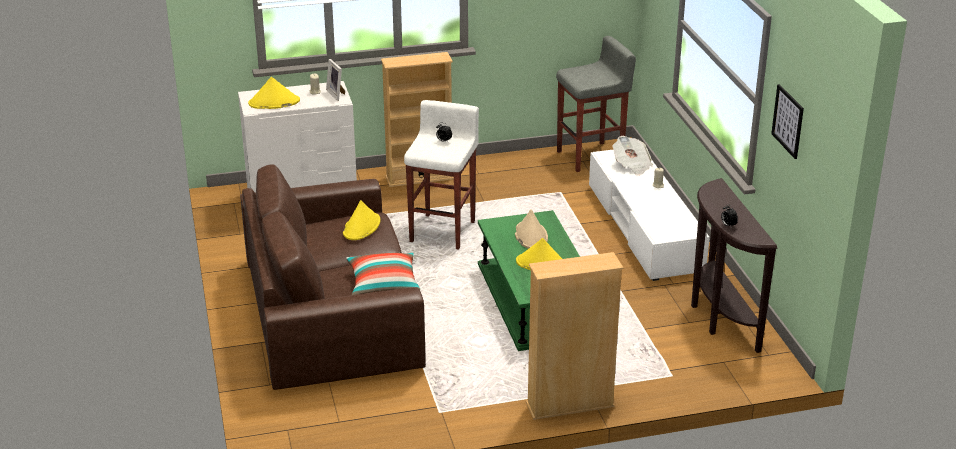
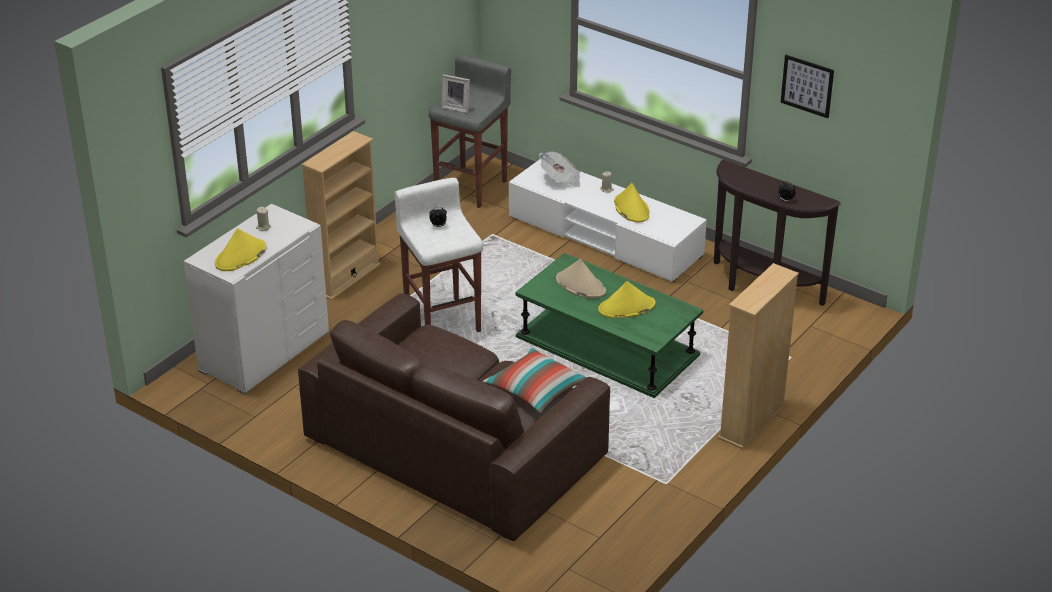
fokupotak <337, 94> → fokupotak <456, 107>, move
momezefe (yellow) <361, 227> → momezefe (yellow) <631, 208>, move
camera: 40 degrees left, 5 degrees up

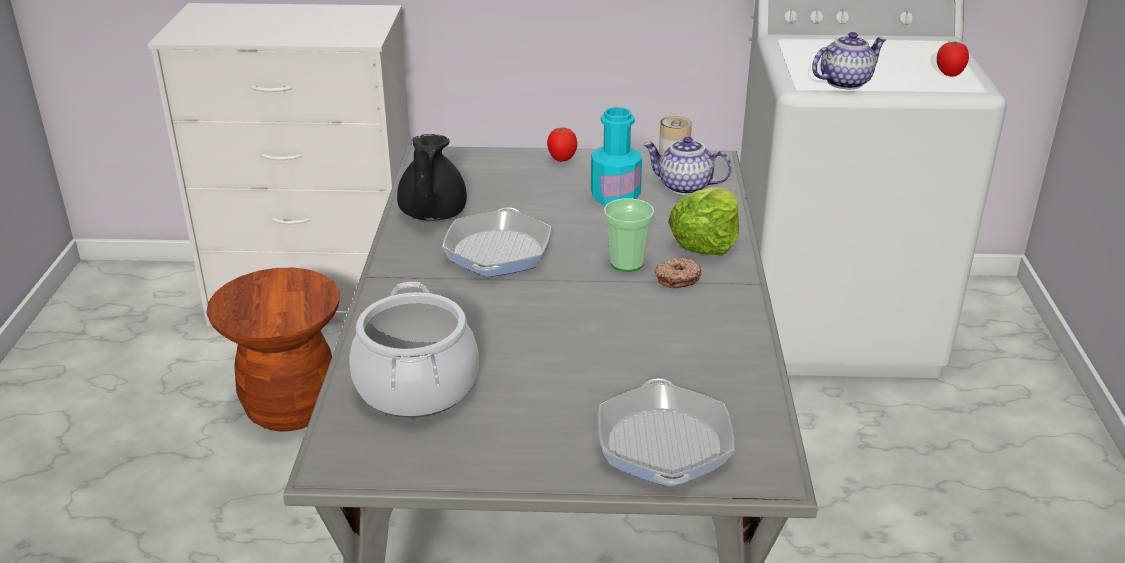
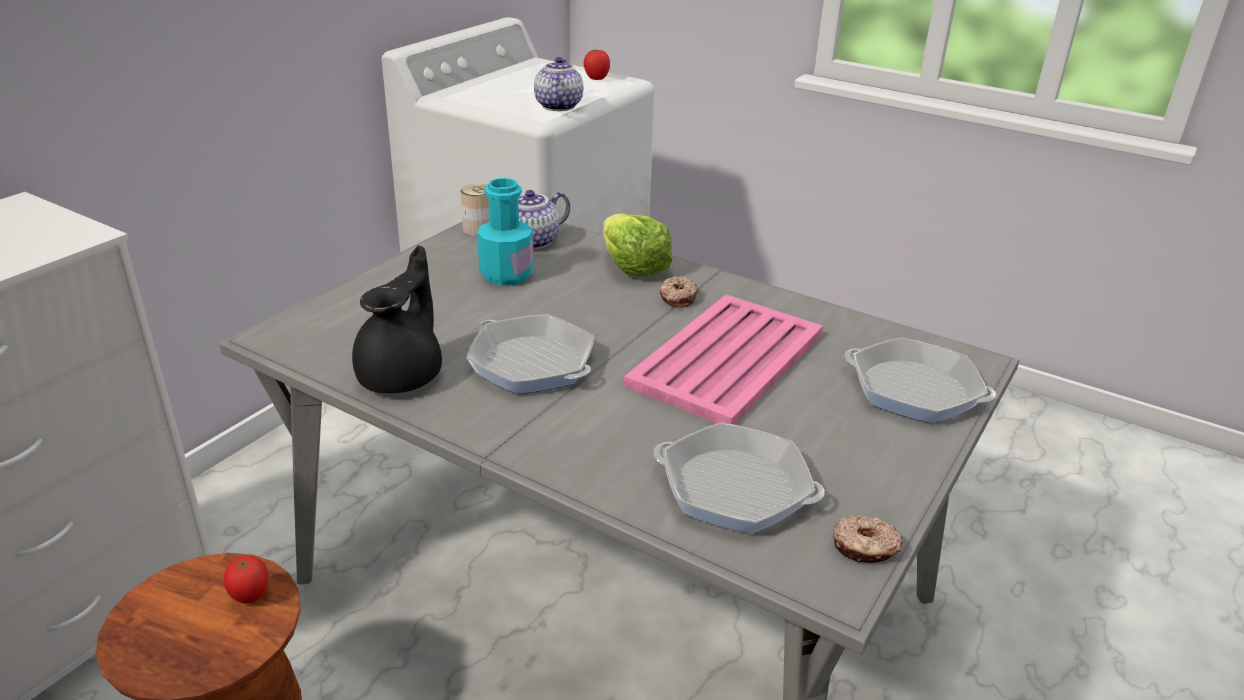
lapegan <561, 160> → lapegan <250, 597>, move
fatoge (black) <431, 213> → fatoge (black) <403, 375>, 105 degrees counterclockwise
- → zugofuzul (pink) <725, 360>
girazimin <417, 386> → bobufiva <735, 488>
- → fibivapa <864, 547>
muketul <627, 263> → -
camera: 60 degrees left, 0 degrees up

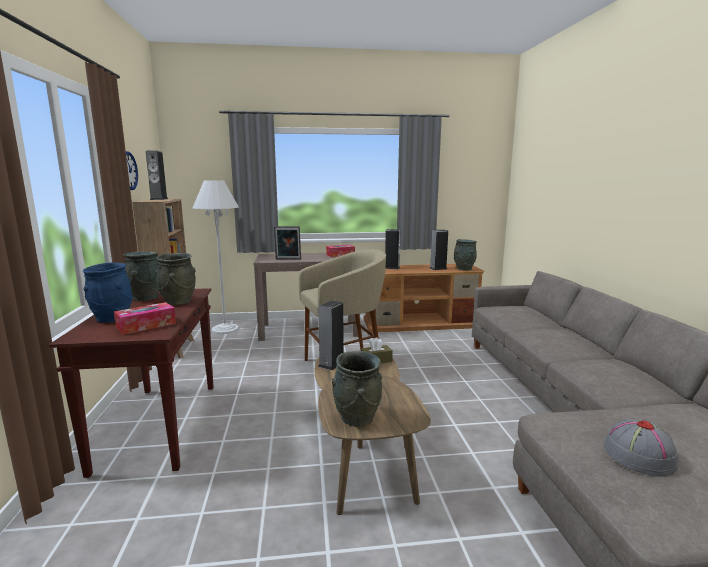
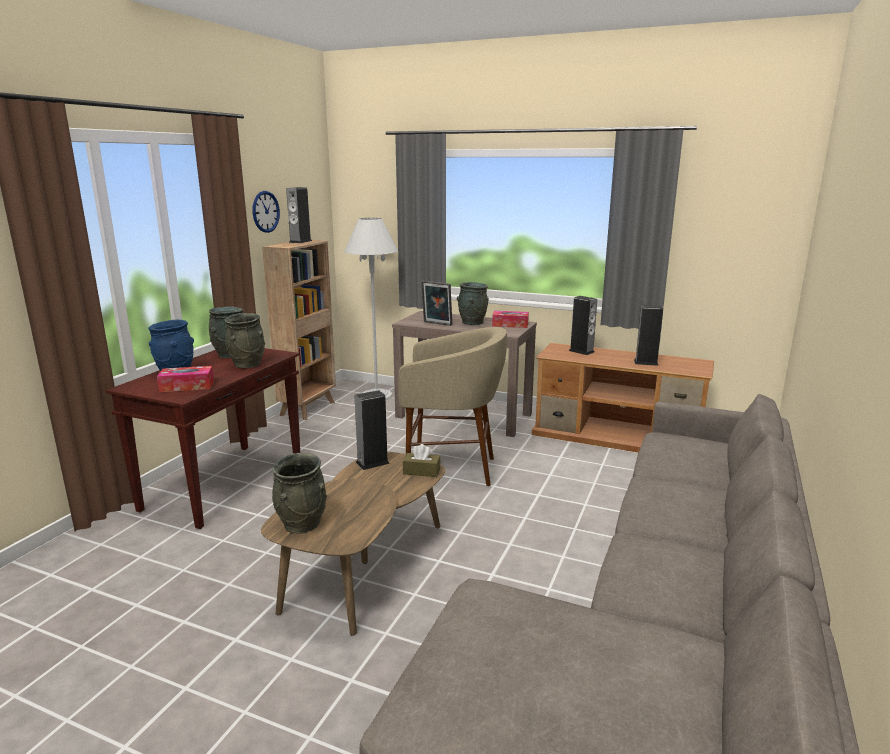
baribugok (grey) <464, 268> → baribugok (grey) <472, 323>, move
momezefe (grey) <638, 455> → -
camera: 30 degrees right, 5 degrees up

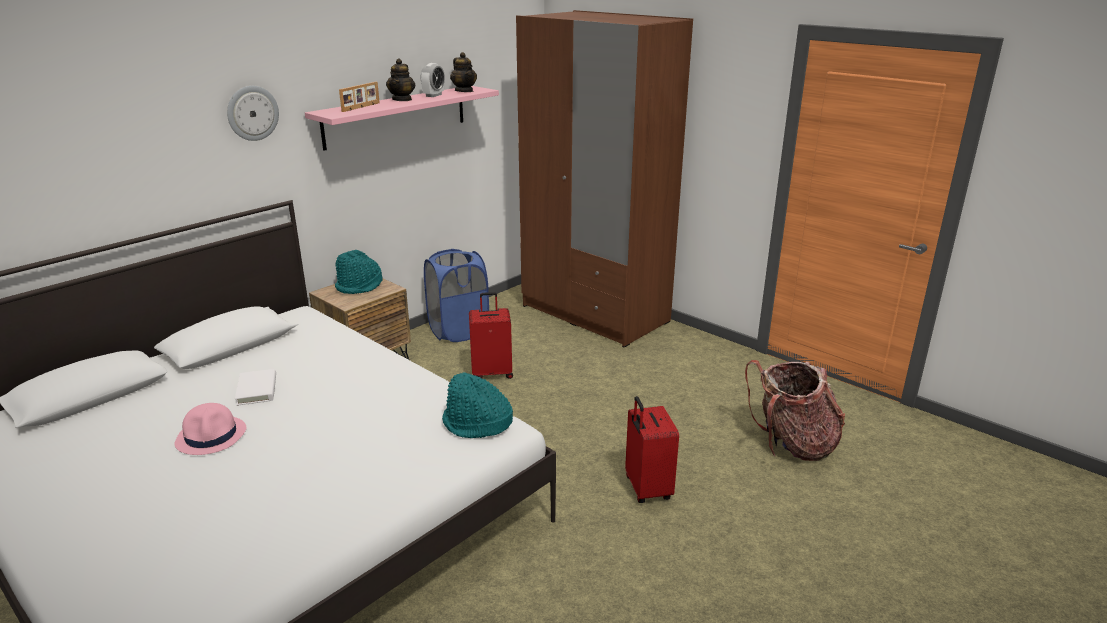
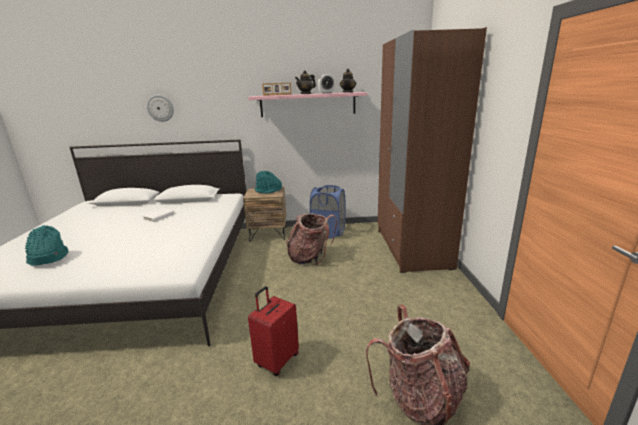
momezefe (turquoise) <477, 424> → momezefe (turquoise) <48, 258>, move
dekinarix <252, 113> → dekinarix <160, 108>, move
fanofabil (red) <492, 373> → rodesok <310, 257>
momezefe (pink) <212, 436> → -
camera: 45 degrees right, 5 degrees down

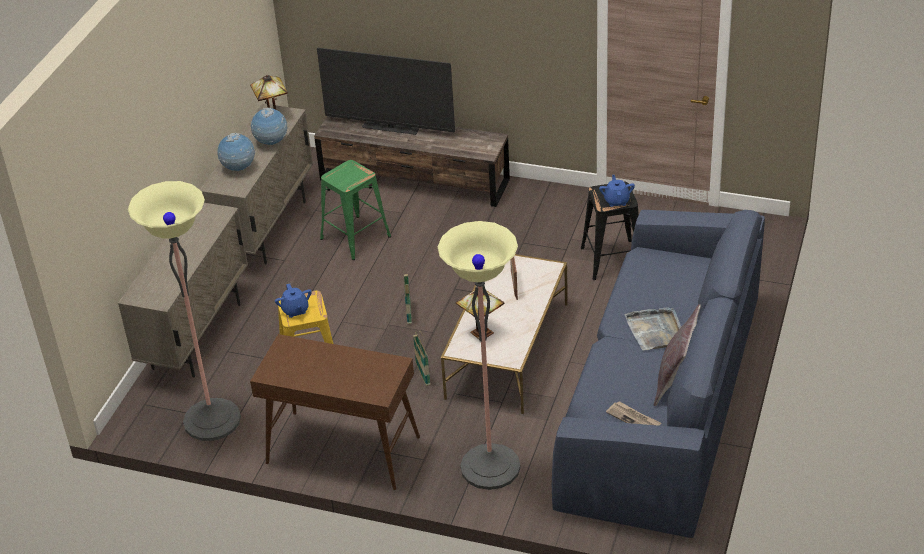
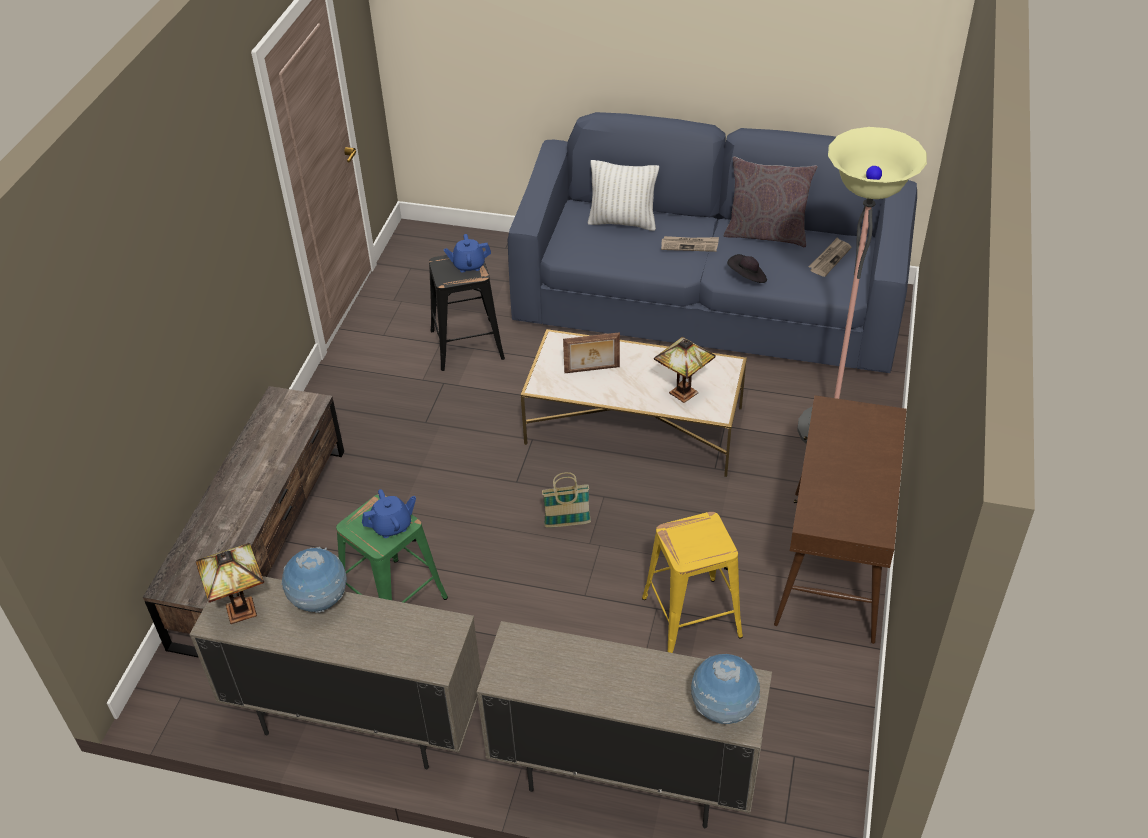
fatoge (blue) <295, 310> → fatoge (blue) <392, 526>, move
- → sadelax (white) <622, 222>
zugofuzul (grey) <656, 331> → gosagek <690, 245>
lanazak <238, 169> → lanazak <723, 709>, move
- → momezefe (black) <747, 278>
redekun <212, 420> → -
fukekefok <390, 128> → -
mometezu <423, 375> → -
camera: 95 degrees left, 5 degrees up

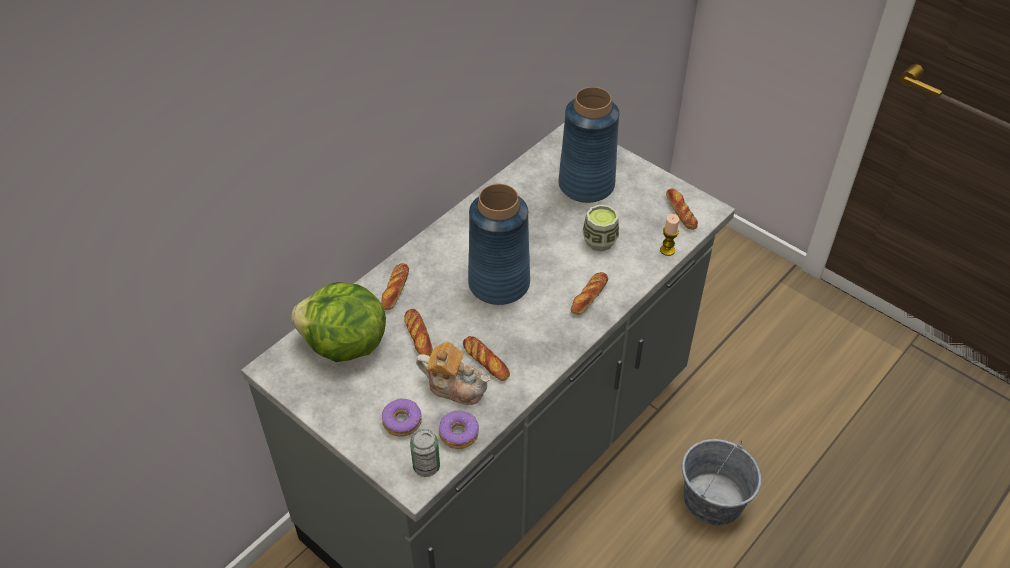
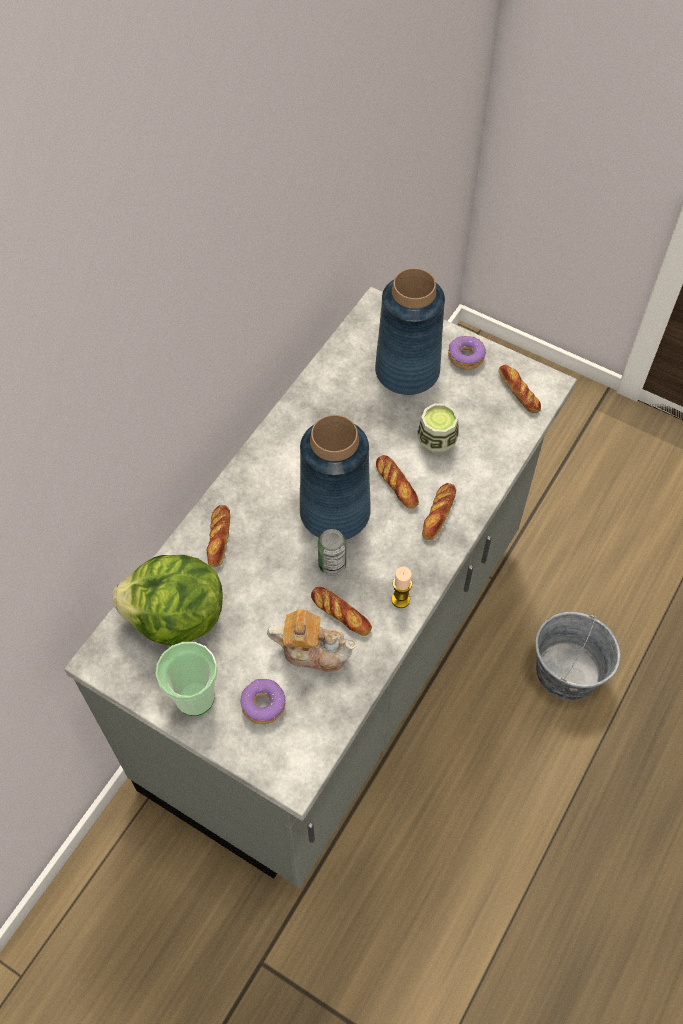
- → muketul <195, 697>
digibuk <426, 466> → digibuk <332, 565>, move
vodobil <419, 336> → vodobil <396, 484>, move
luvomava <667, 250> → luvomava <400, 599>, move
fibivapa <458, 433> → fibivapa <465, 357>, move
camera: 10 degrees left, 10 degrees up

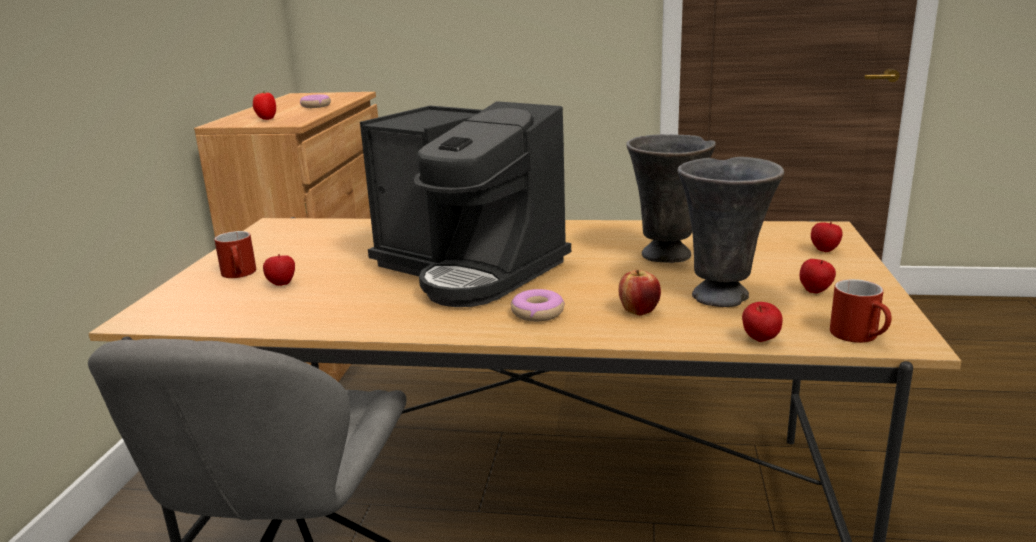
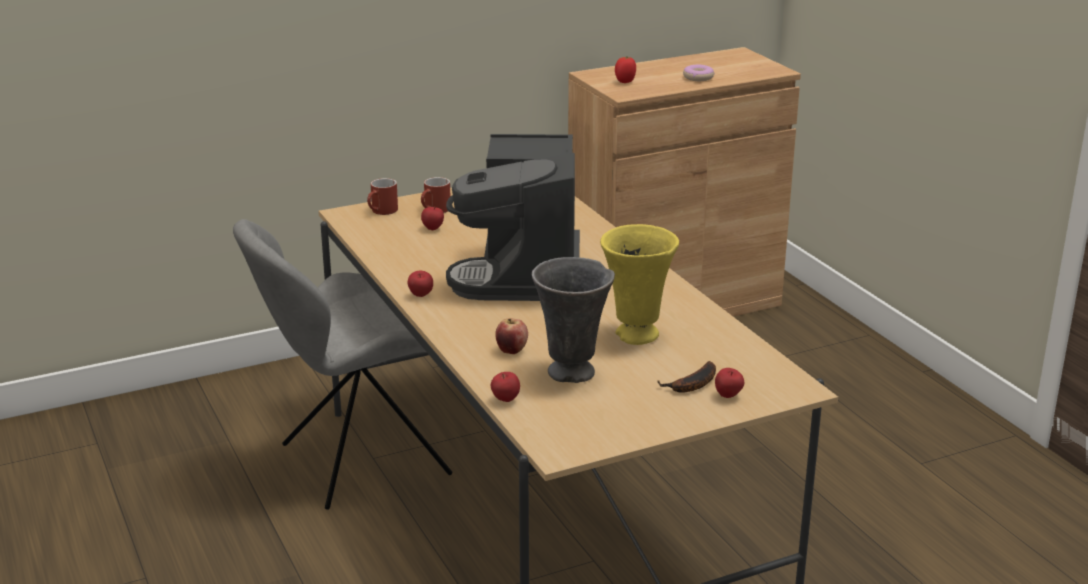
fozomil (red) <861, 336> → fozomil (red) <382, 212>, move
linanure <815, 292> → linanure <421, 296>, move
baribugok (grey) <667, 256> → baribugok (yellow) <636, 336>
- → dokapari <692, 385>
fibivapa <538, 313> → -
camera: 55 degrees right, 5 degrees up

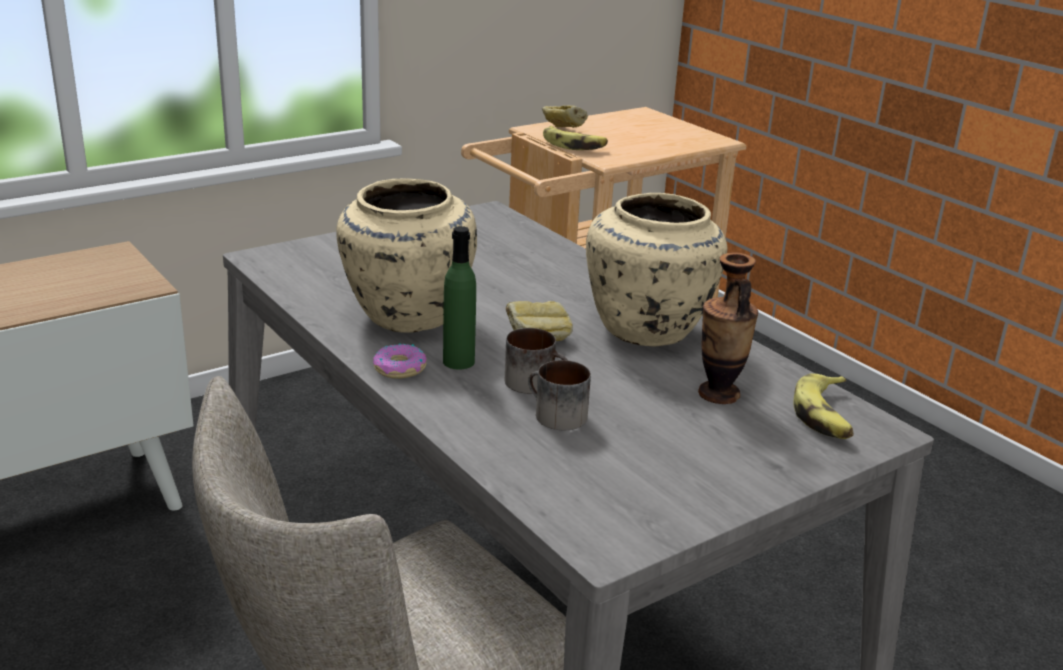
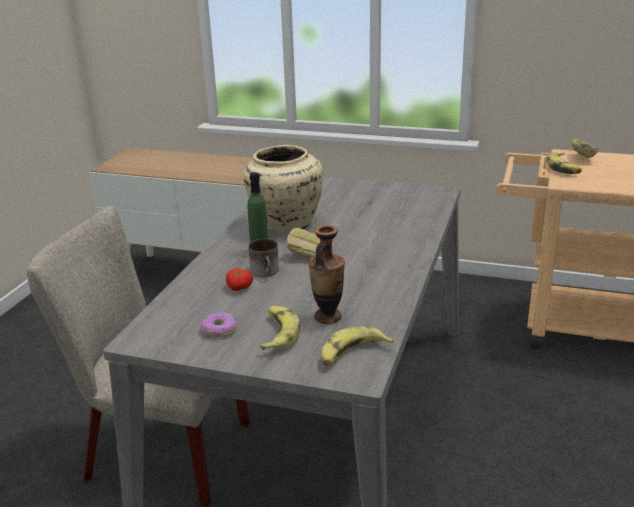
fibivapa <399, 369> → fibivapa <219, 329>, move
fozomil <554, 415> → lapegan <240, 287>
- → dokapari <278, 334>
baribugok (beige) <649, 331> → -
camera: 55 degrees right, 0 degrees up

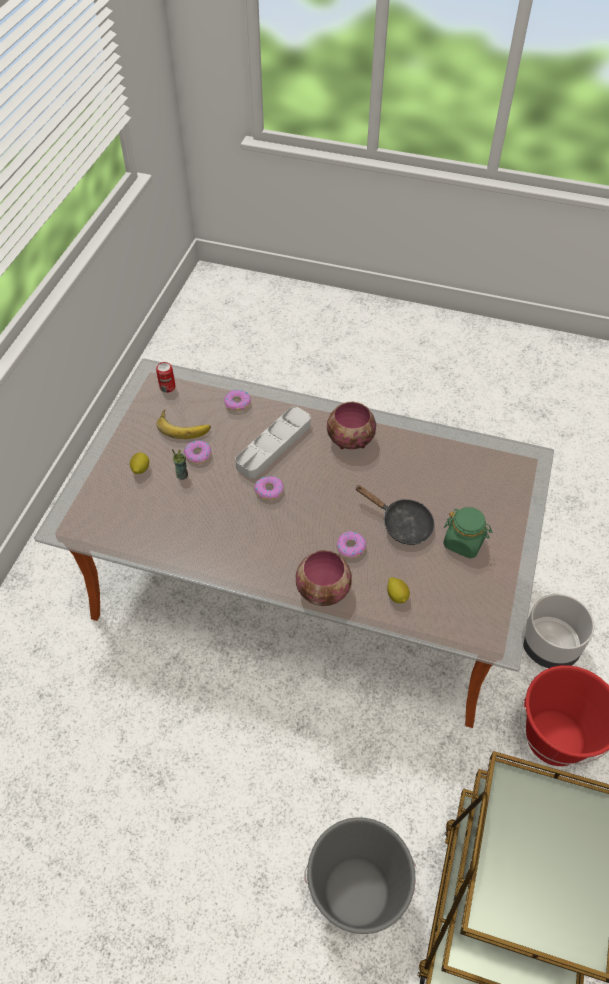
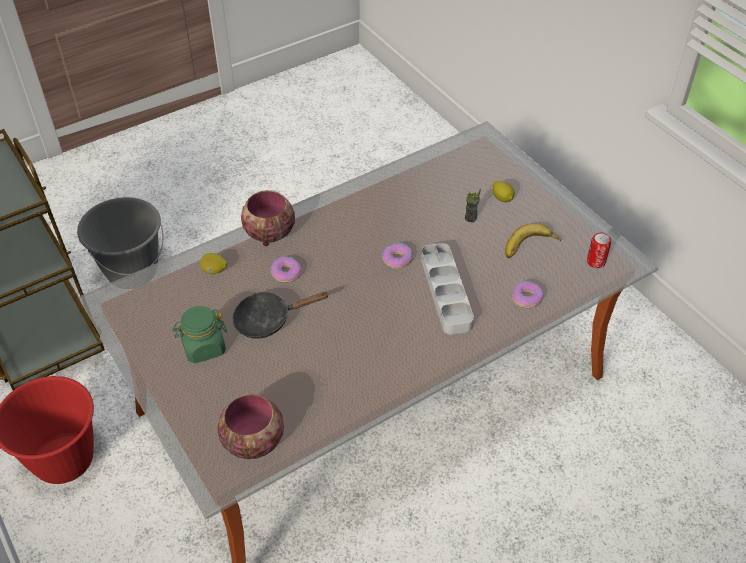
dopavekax <349, 441> → dopavekax <253, 440>, move
fibivapa <198, 455> → -
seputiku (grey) <548, 646> → -
camera: 130 degrees right, 5 degrees down

